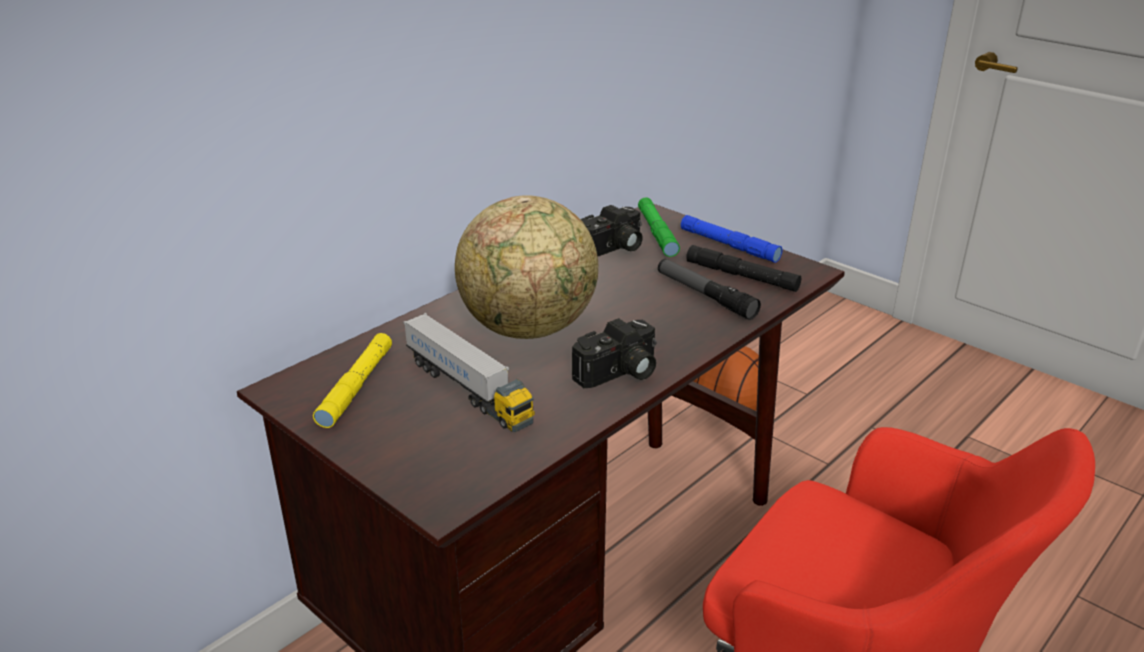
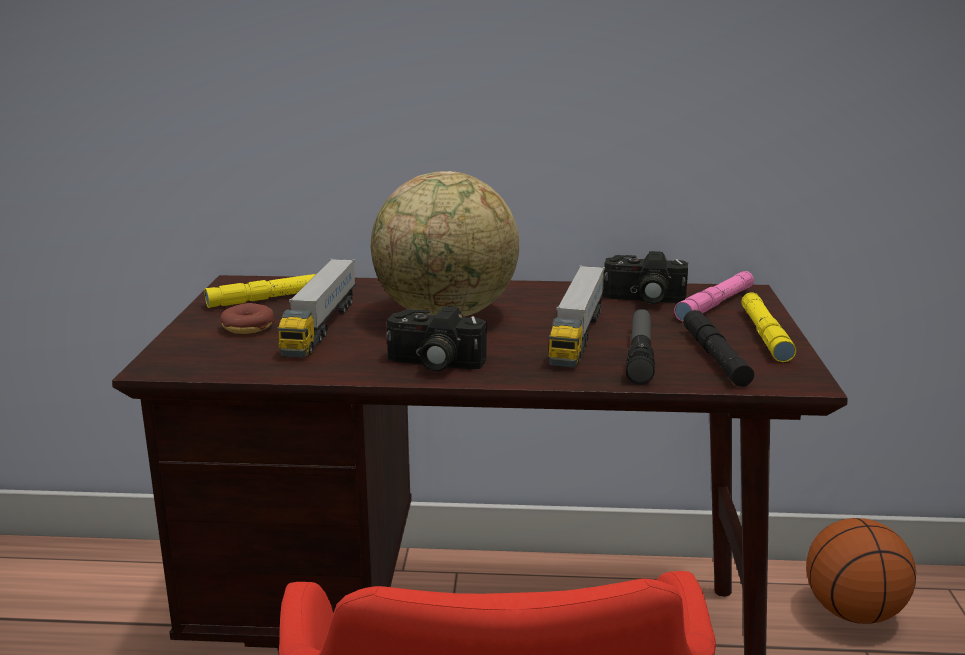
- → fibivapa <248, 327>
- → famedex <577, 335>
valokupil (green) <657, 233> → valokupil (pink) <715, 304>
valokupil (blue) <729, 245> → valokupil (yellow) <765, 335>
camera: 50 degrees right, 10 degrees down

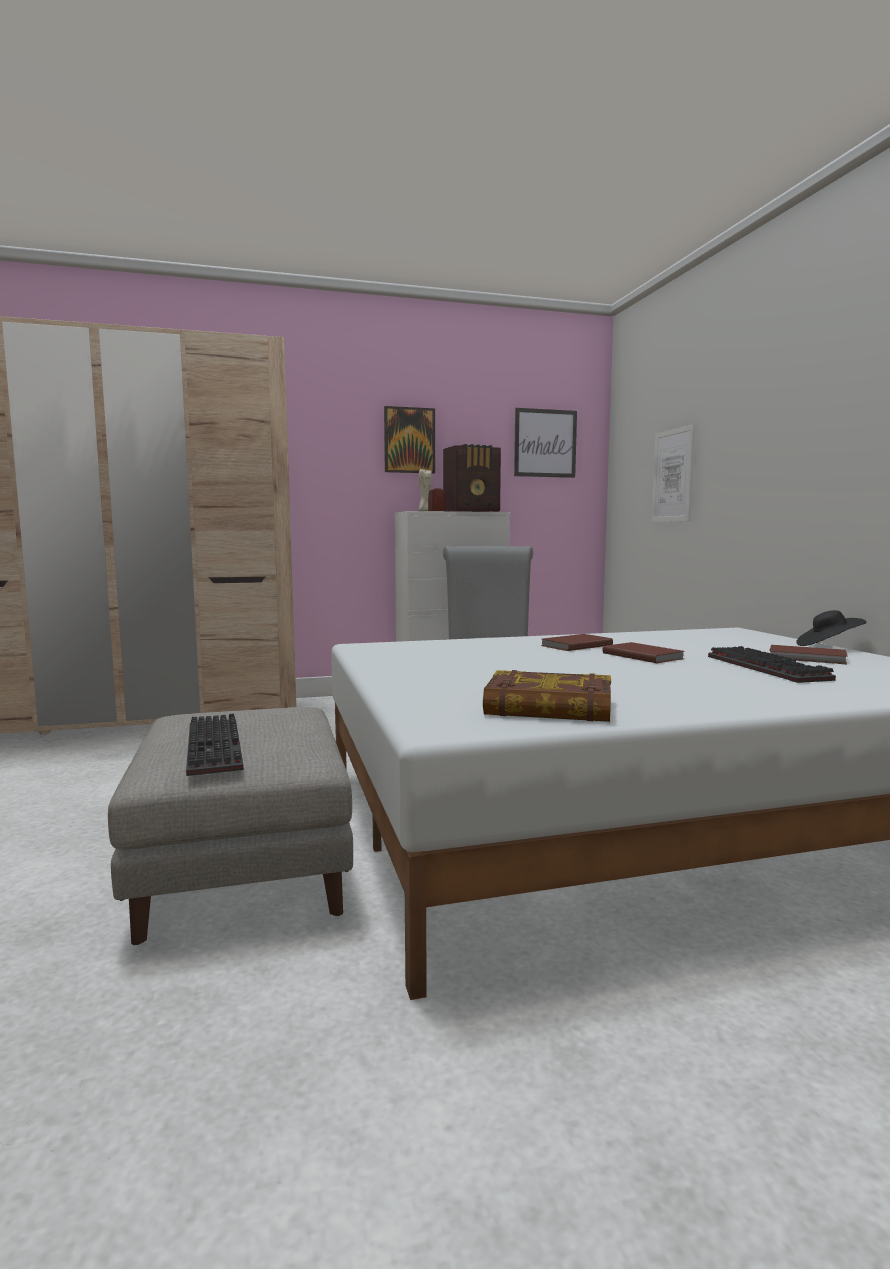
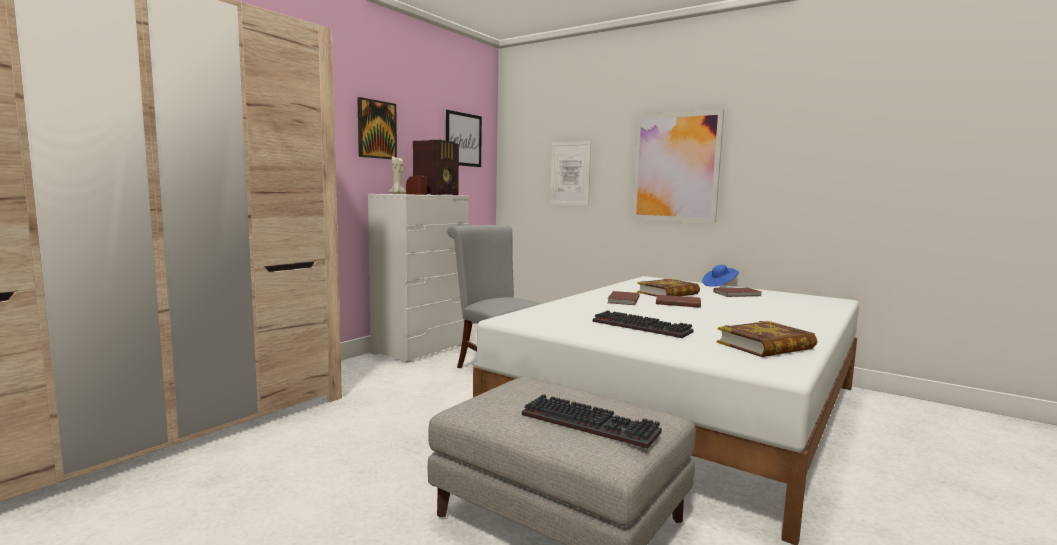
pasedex <770, 668> → pasedex <643, 327>, move
- → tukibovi <676, 167>
- → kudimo <668, 293>
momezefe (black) <828, 646> → momezefe (blue) <719, 285>
camera: 40 degrees left, 0 degrees up

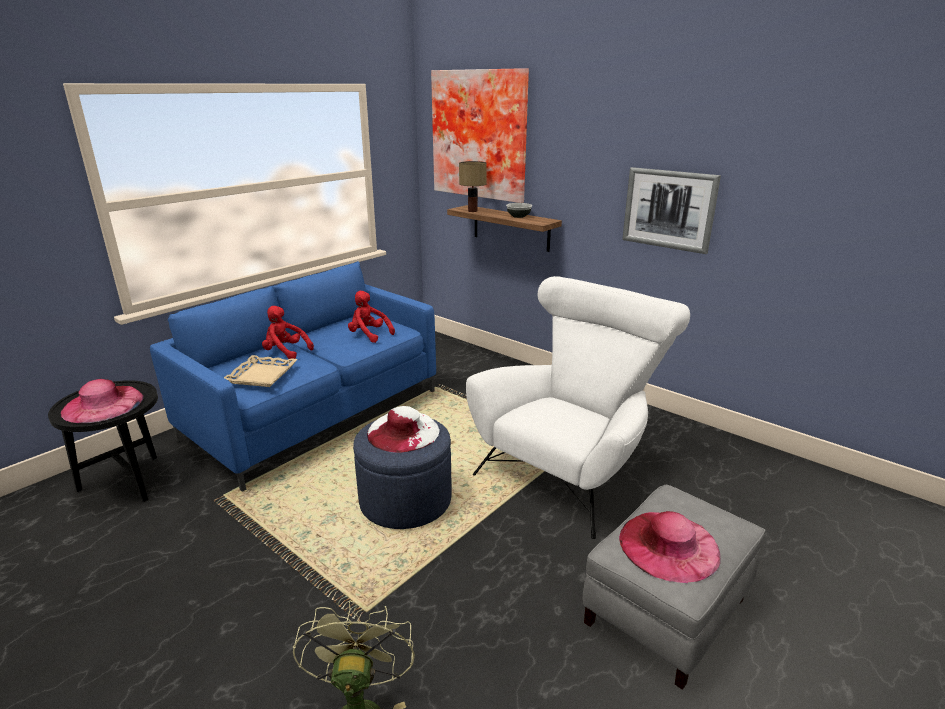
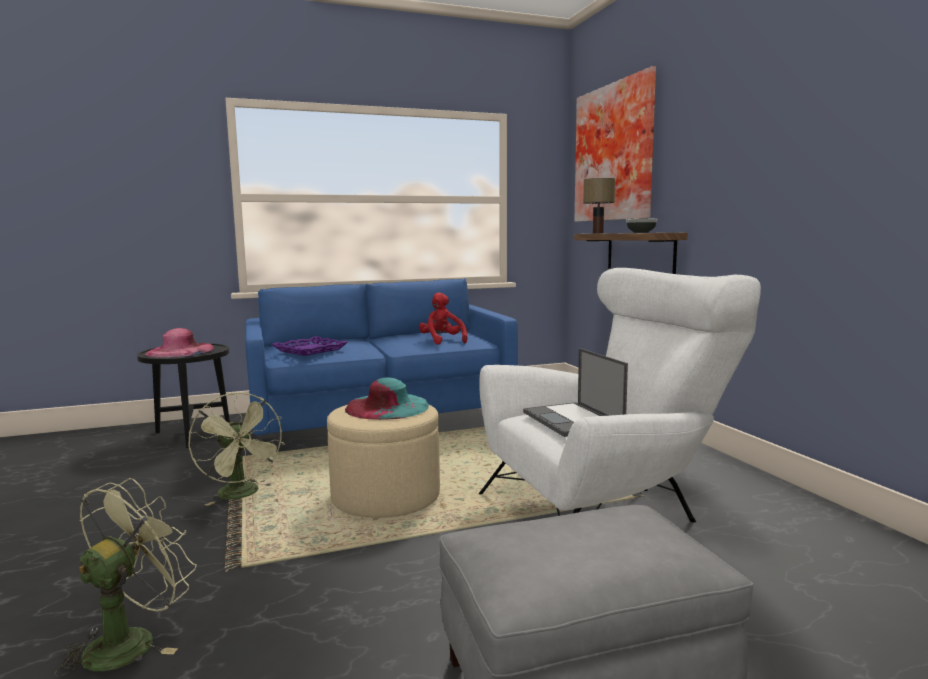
- → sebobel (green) <243, 495>
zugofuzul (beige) <261, 375> → zugofuzul (purple) <310, 350>
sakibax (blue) <405, 500> → sakibax (beige) <386, 497>
momezefe (white) <403, 431> → momezefe (turquoise) <387, 407>
- → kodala <573, 420>
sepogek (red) <285, 352> → -
momezefe (pink) <669, 545> → -
tukibovi <669, 209> → -
camera: 30 degrees right, 15 degrees down

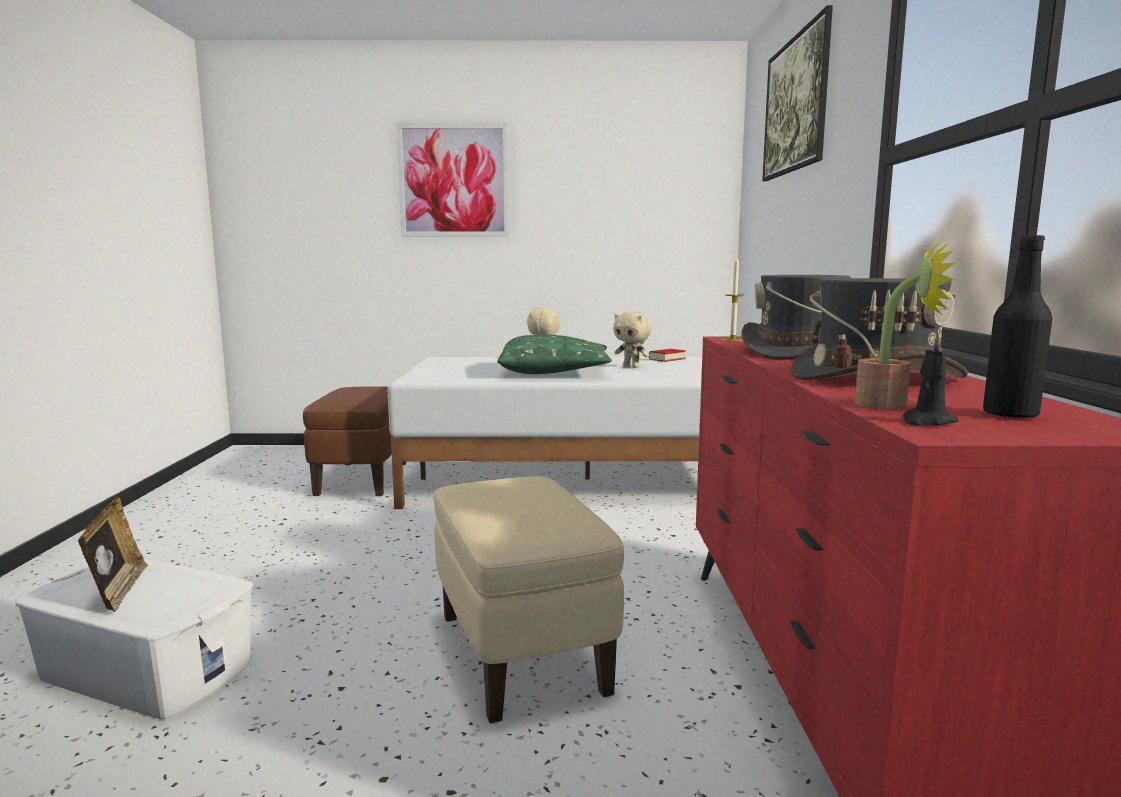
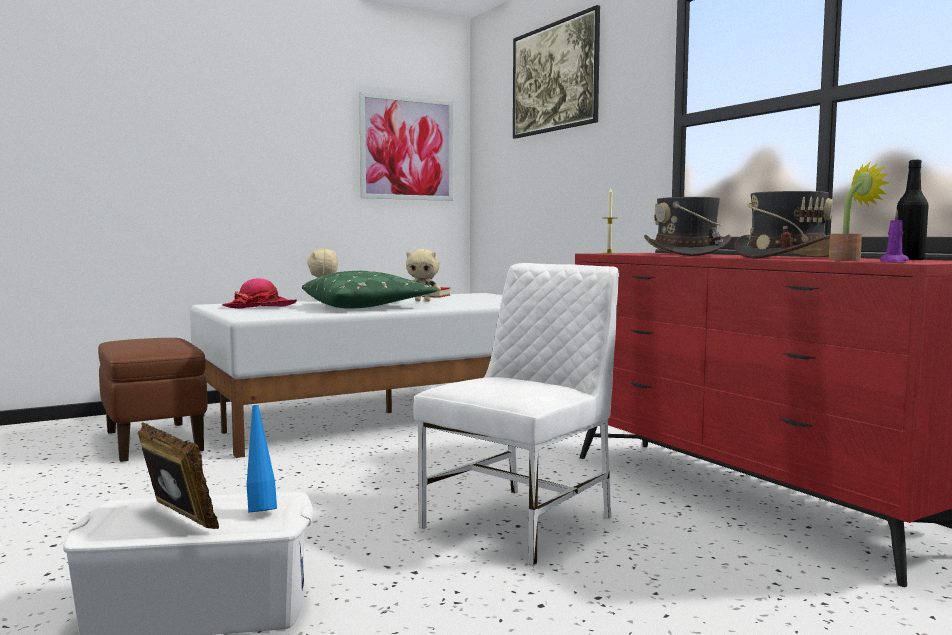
- → momezefe <260, 306>
- → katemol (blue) <260, 509>
tukibovi <454, 181> → tukibovi <407, 148>, move
sakibax (beige) <521, 654> → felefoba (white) <522, 522>
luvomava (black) <927, 422> → luvomava (purple) <894, 261>
camera: 30 degrees left, 5 degrees down

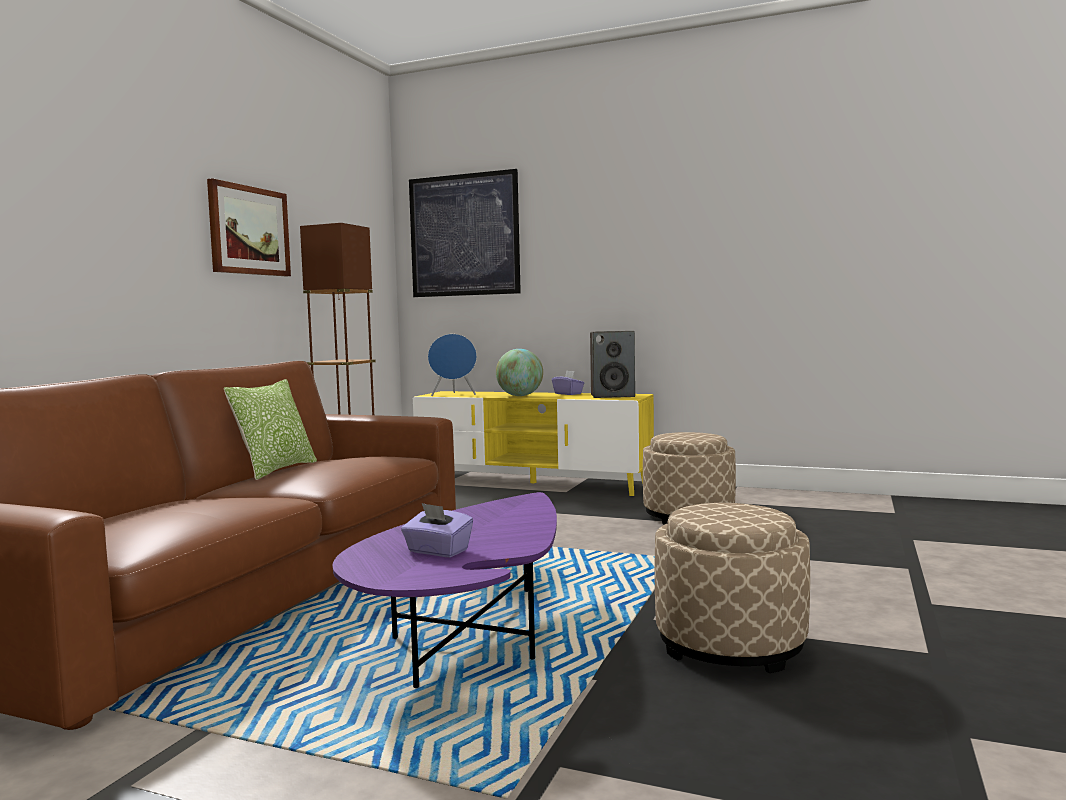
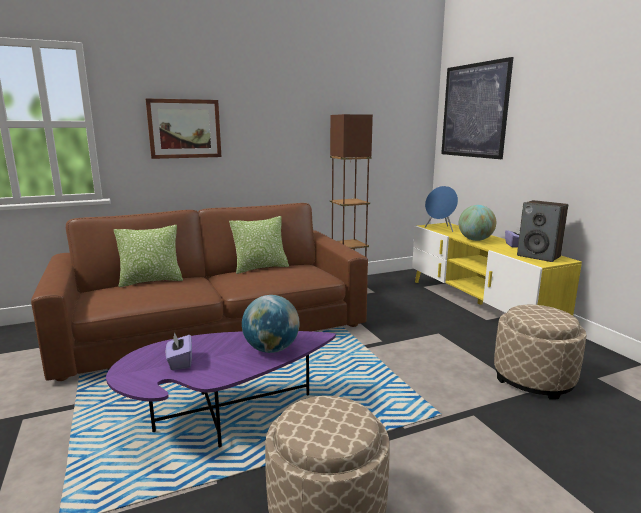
- → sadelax <151, 281>
tukibovi <249, 230> → tukibovi <184, 129>, move
- → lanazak <271, 349>
camera: 45 degrees right, 10 degrees up

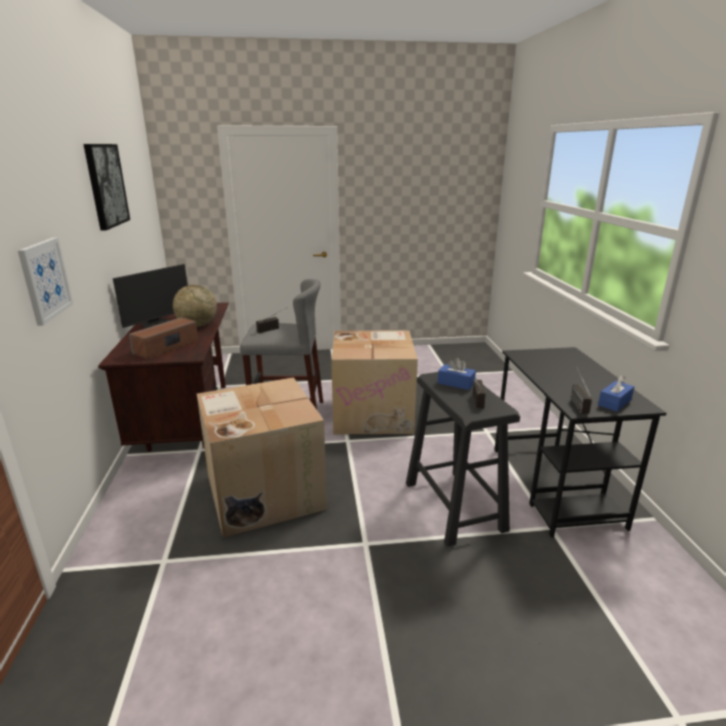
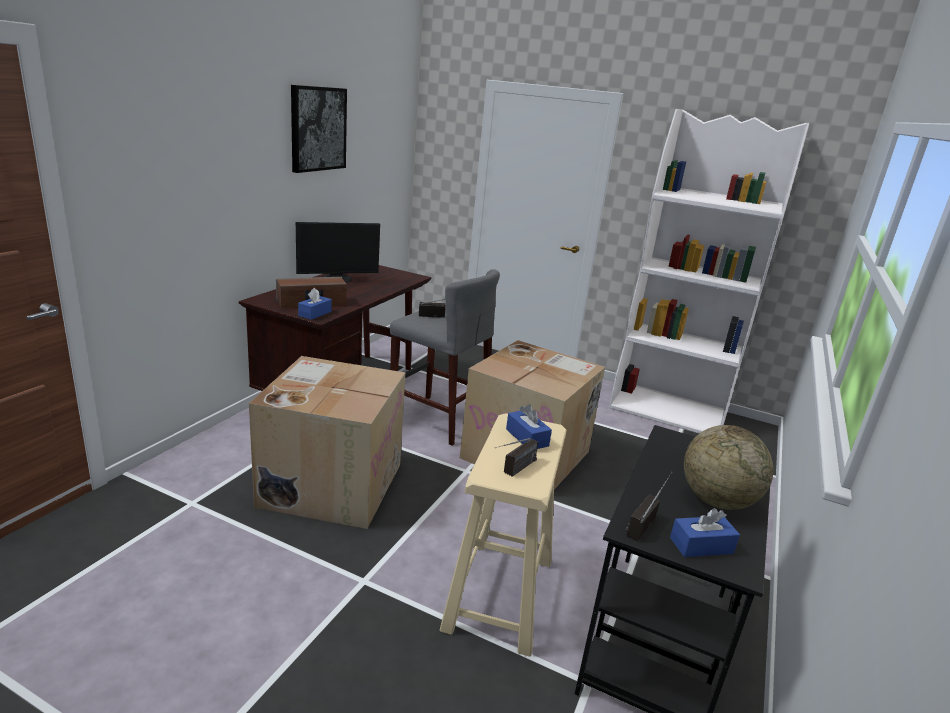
- → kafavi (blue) <315, 313>
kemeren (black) <454, 505> → kemeren (beige) <500, 594>
- → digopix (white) <668, 411>
lanazak <197, 325> → lanazak <717, 501>, move
tukibovi <45, 280> → -
camera: 30 degrees right, 0 degrees up

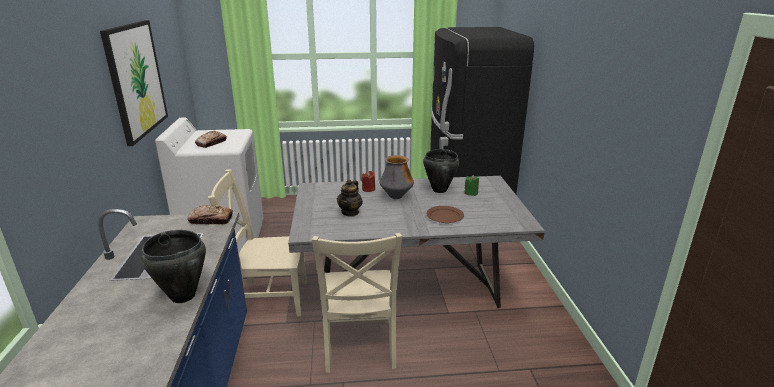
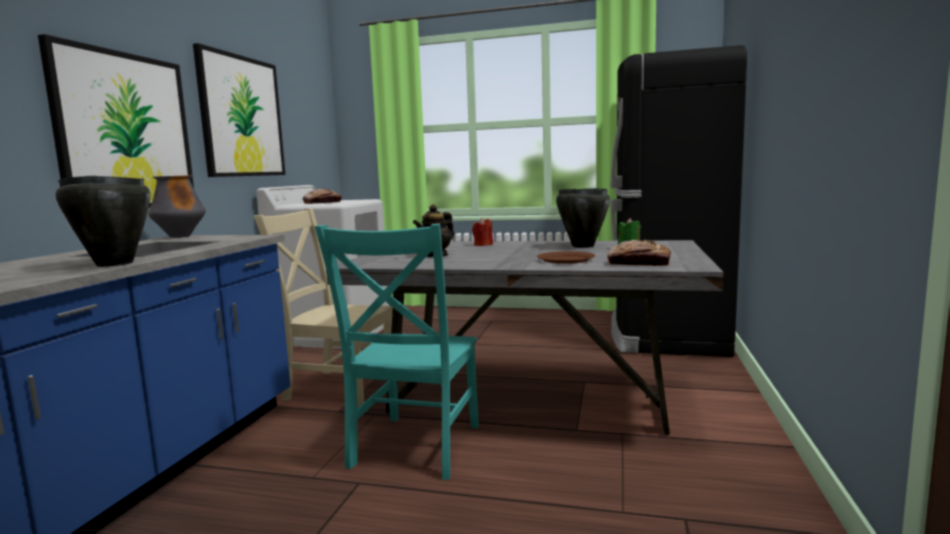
- → tukibovi <125, 132>
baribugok <396, 197> → baribugok <180, 236>, move
felefoba (beige) <359, 347> → felefoba (turquoise) <413, 448>
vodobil <211, 220> → vodobil <638, 263>, move
camera: 20 degrees right, 15 degrees down

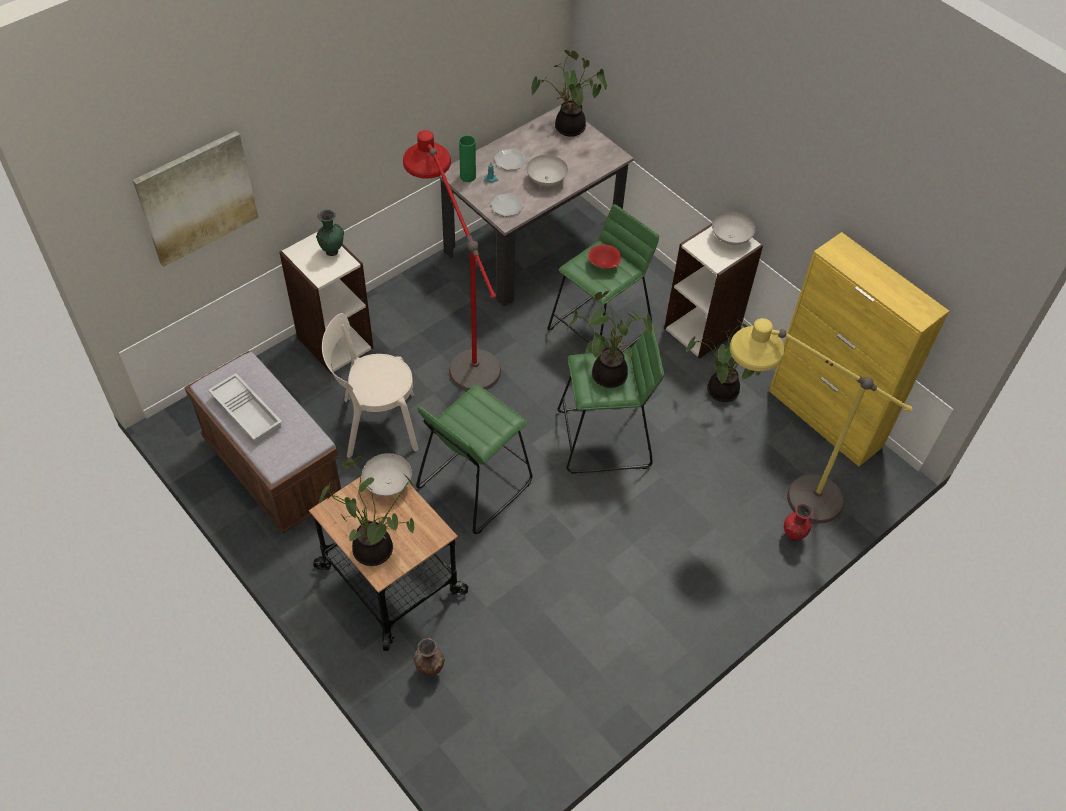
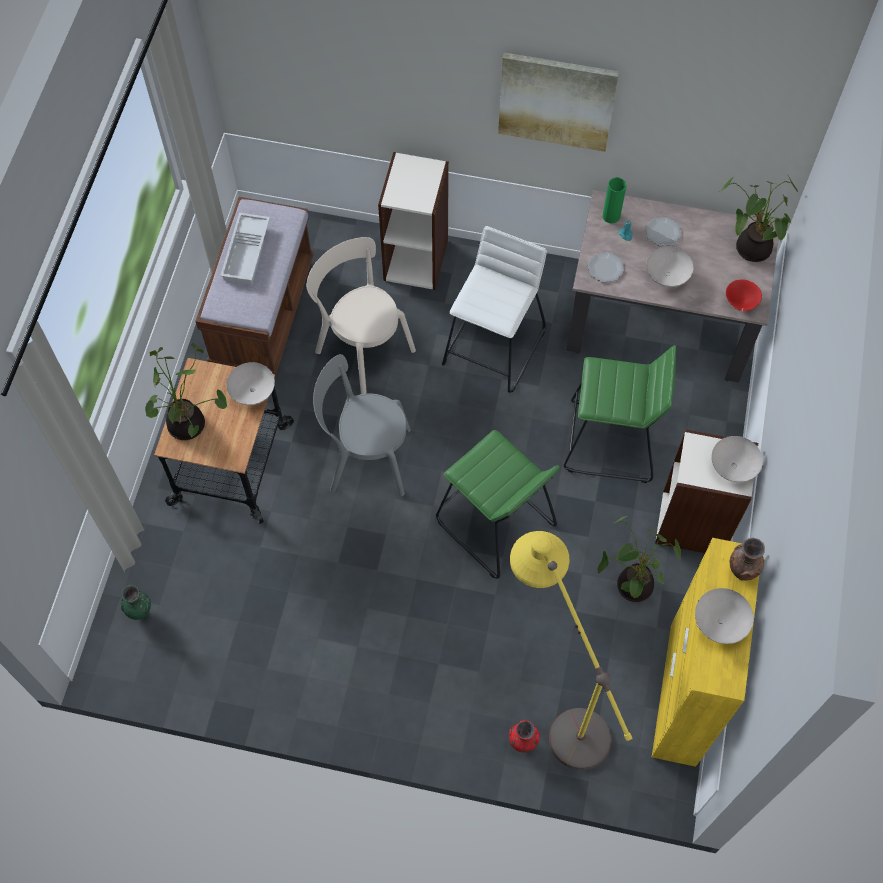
baribugok (green) <332, 251> → baribugok (green) <141, 612>, move
kemeren (green) <474, 485> → felefoba (grey) <365, 458>
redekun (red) <458, 345> → kemeren (white) <494, 347>
tukibovi <197, 198> → tukibovi <556, 101>, move
- → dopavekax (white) <721, 622>
dopavekax (red) <604, 265> → dopavekax (red) <740, 302>, move
baribugok (brown) <429, 670> → baribugok (brown) <740, 572>, move
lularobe <607, 373> → -
camera: 55 degrees right, 10 degrees up

